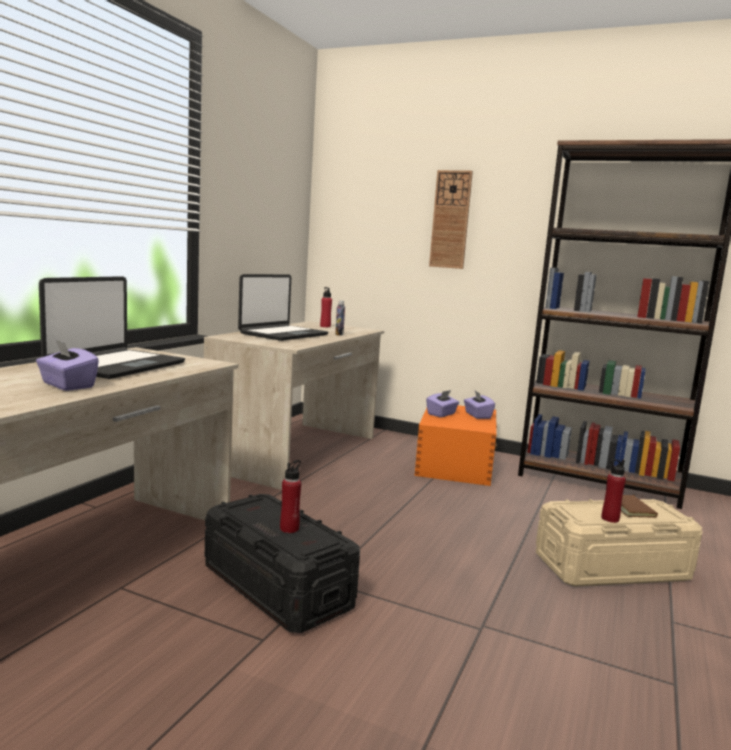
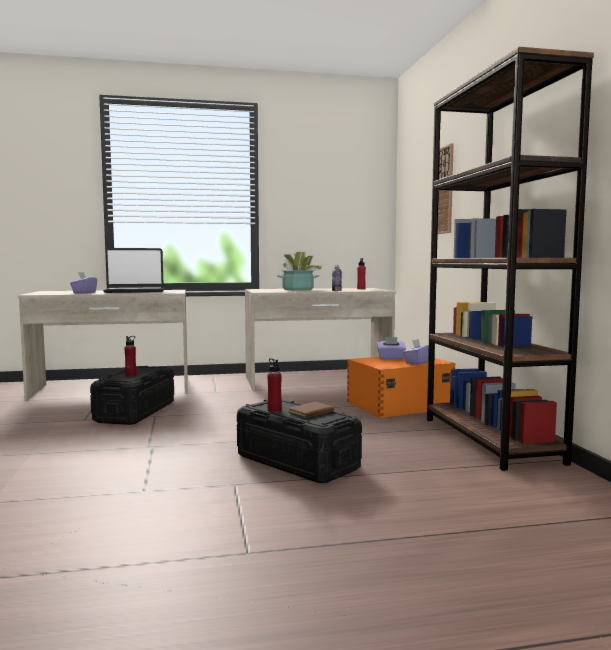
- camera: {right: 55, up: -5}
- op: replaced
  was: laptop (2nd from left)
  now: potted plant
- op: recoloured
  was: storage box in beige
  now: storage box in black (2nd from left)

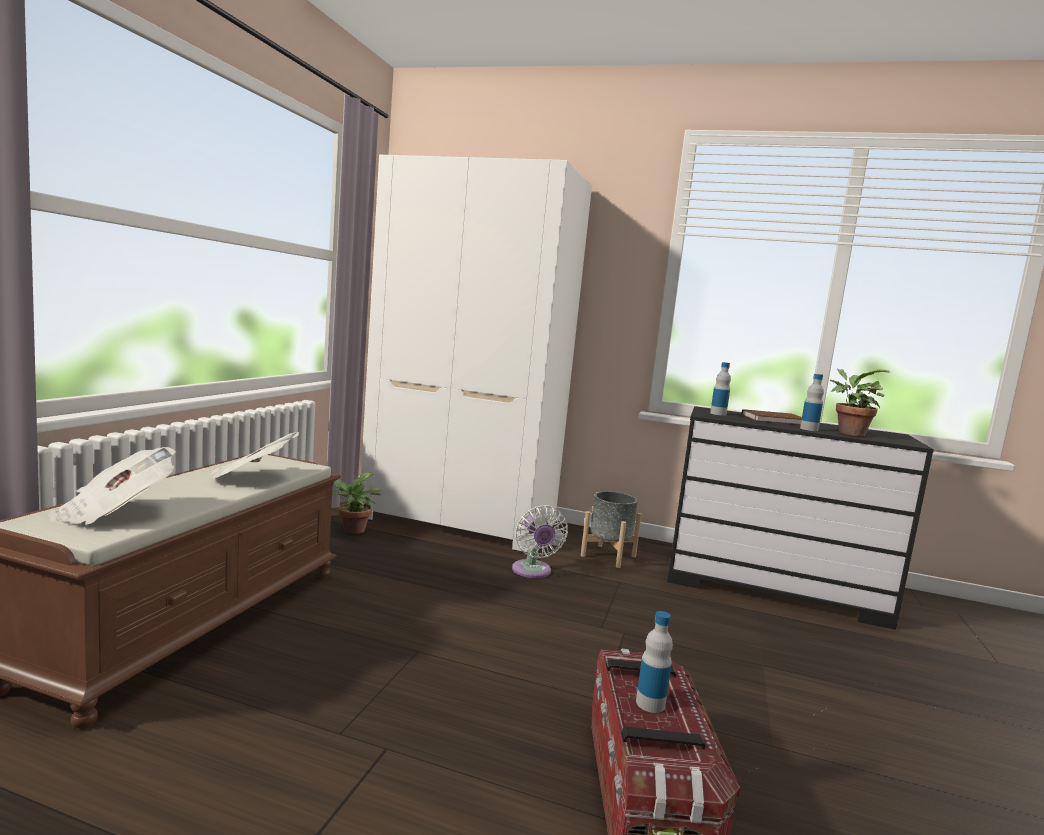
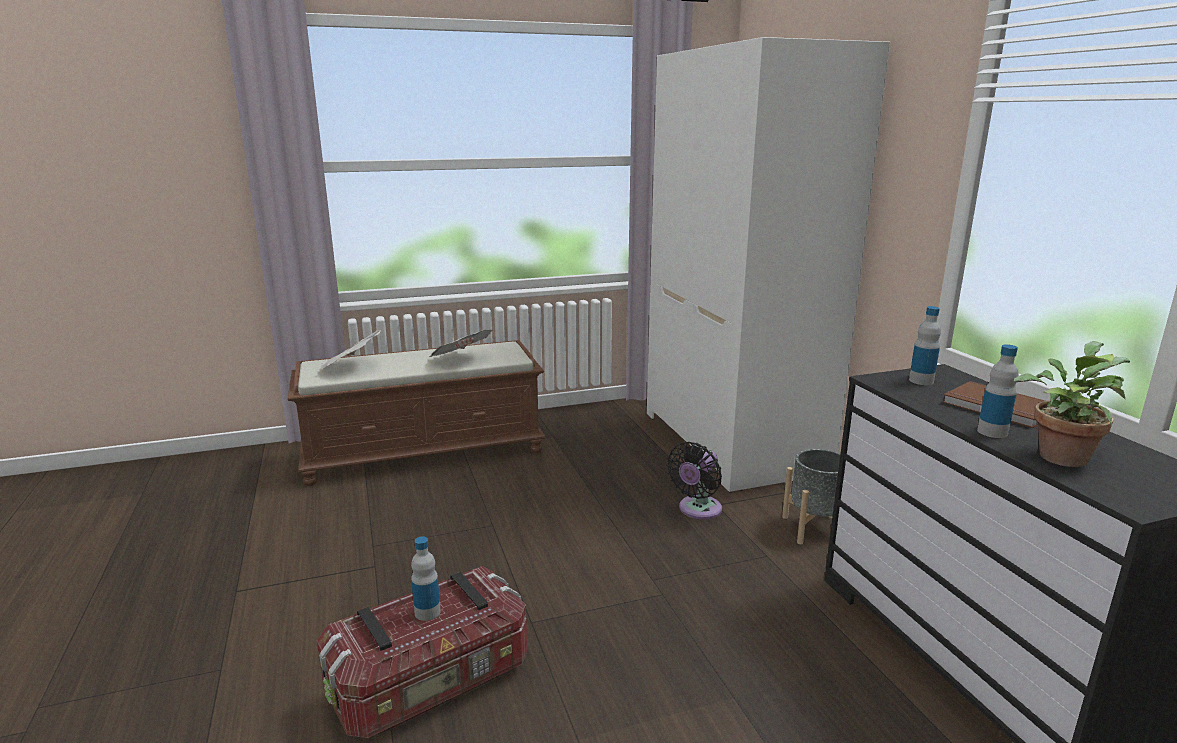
- camera: {right: 55, up: 10}
- op: removed
  was: potted plant (1st from left)
- op: recoloured
  was: fan in white
  now: fan in black

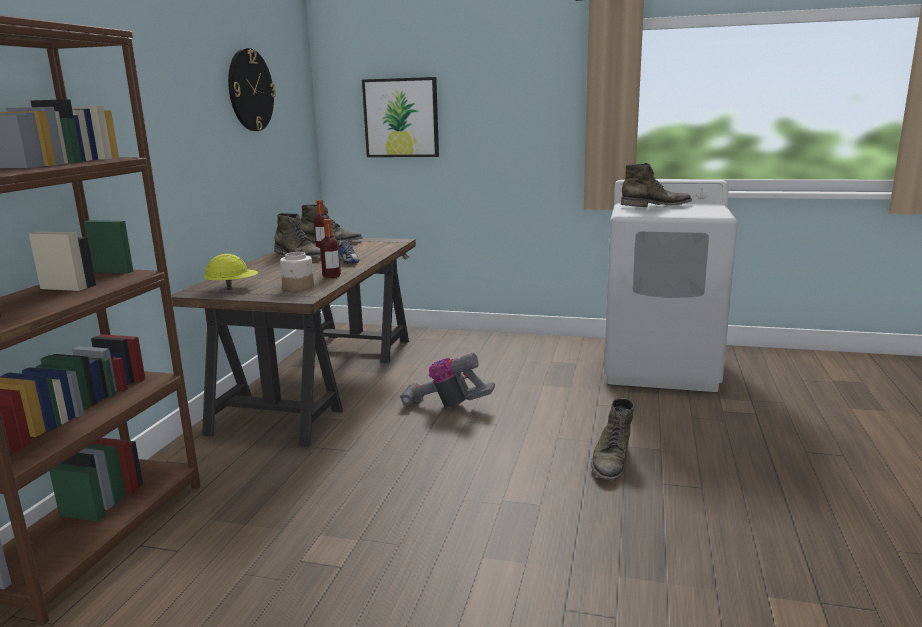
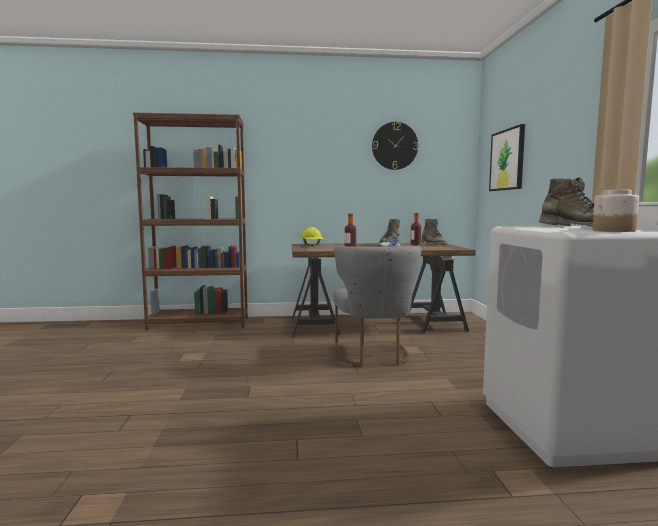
- camera: {right: 70, up: -10}
- op: removed
  was: boot in green (3rd from left)
- op: moved
  was: jar
- op: replaced
  was: vacuum cleaner
  now: chair in grey

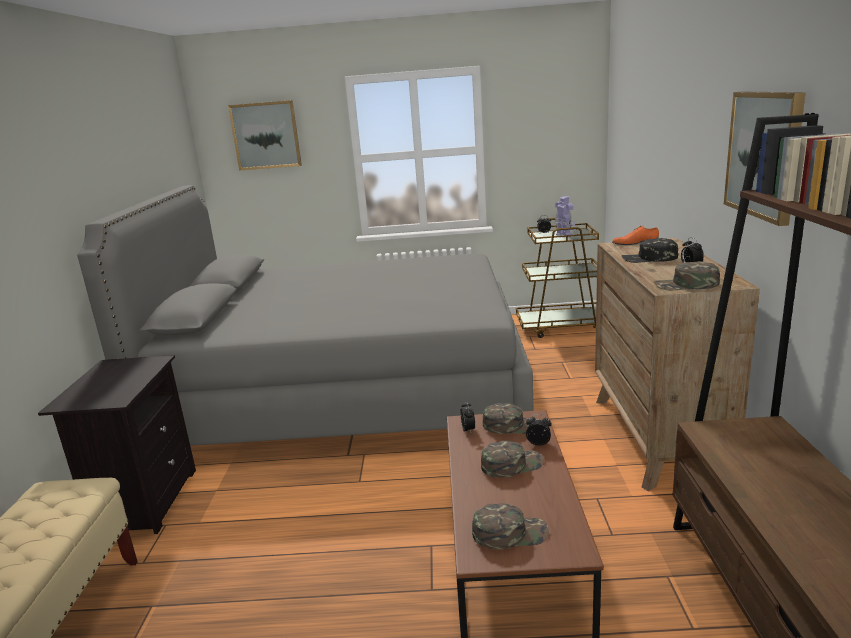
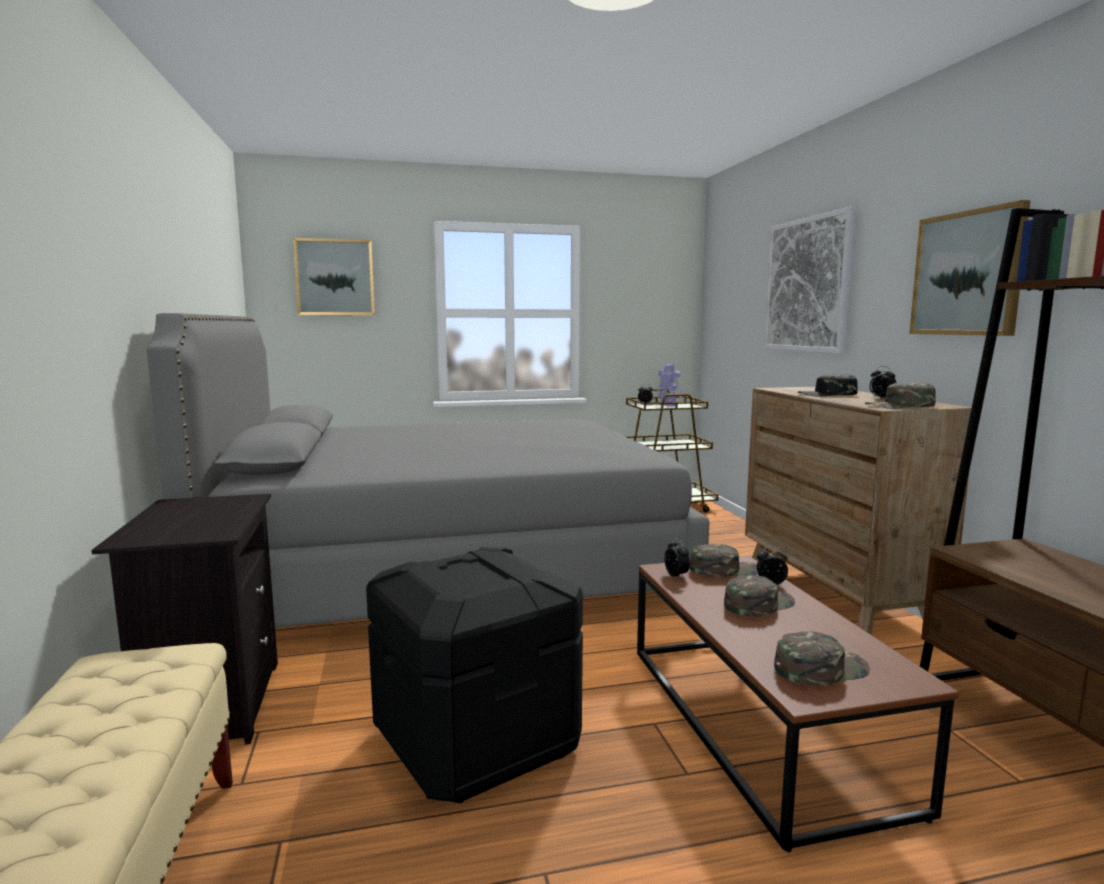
- camera: {right: -15, up: -10}
- op: removed
  was: shoe in orange
- op: added
  now: storage box in black
- op: added
  now: picture (2nd from left)

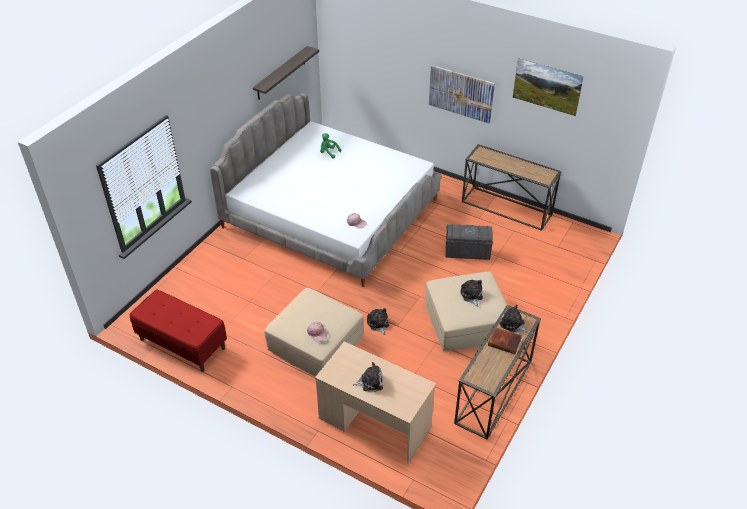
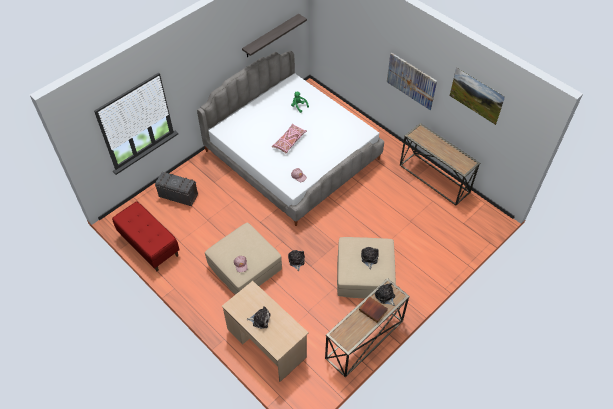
- camera: {right: 15, up: 10}
- op: added
  now: pillow in pink
- op: moved
  was: storage box in grey

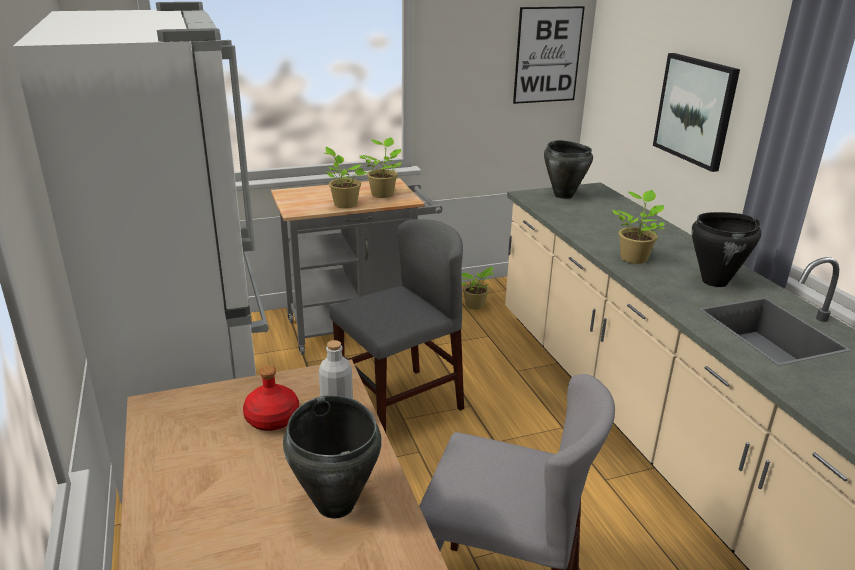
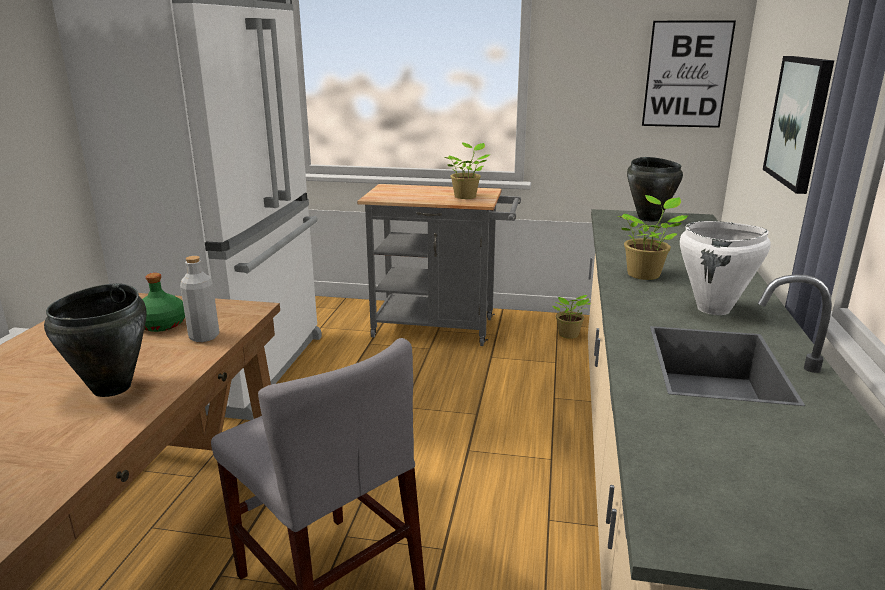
- camera: {right: 30, up: -5}
- op: removed
  was: potted plant (1st from left)
- op: removed
  was: chair in grey (1st from left)
- op: recoloured
  was: bottle in red
  now: bottle in green
- op: recoloured
  was: cooking pot in black (3rd from left)
  now: cooking pot in white

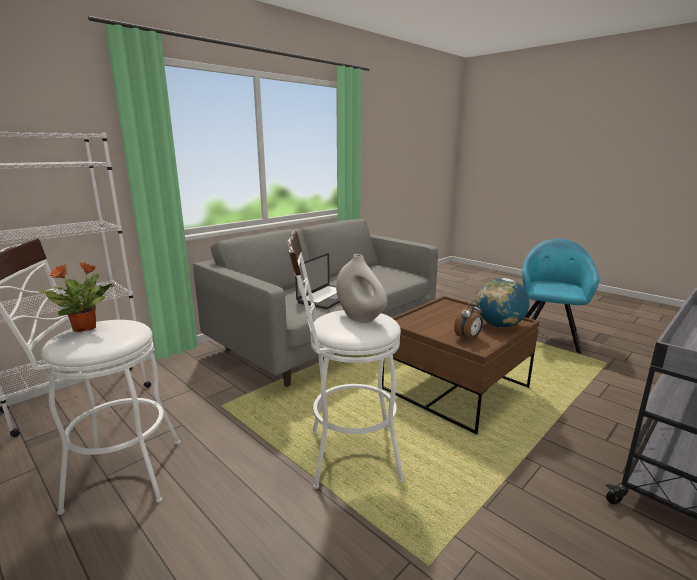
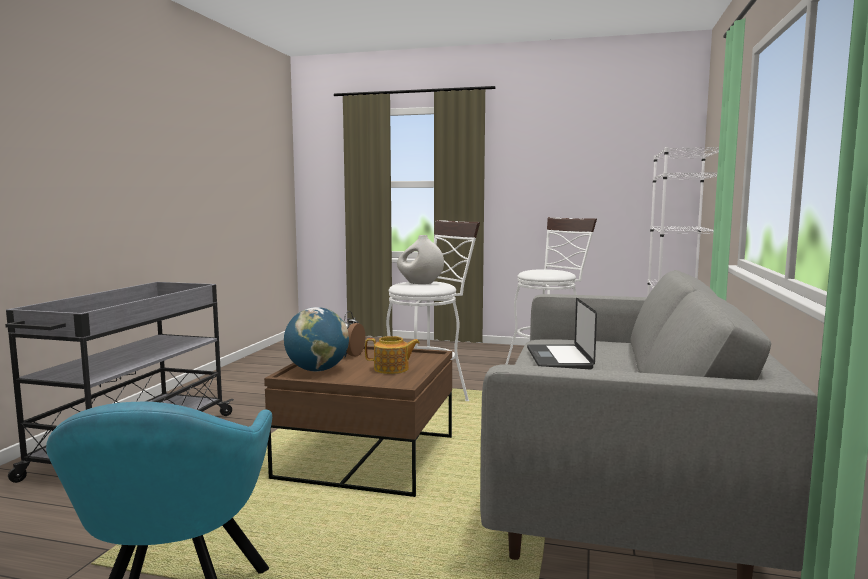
- camera: {right: 150, up: -10}
- op: removed
  was: potted plant
- op: added
  now: teapot

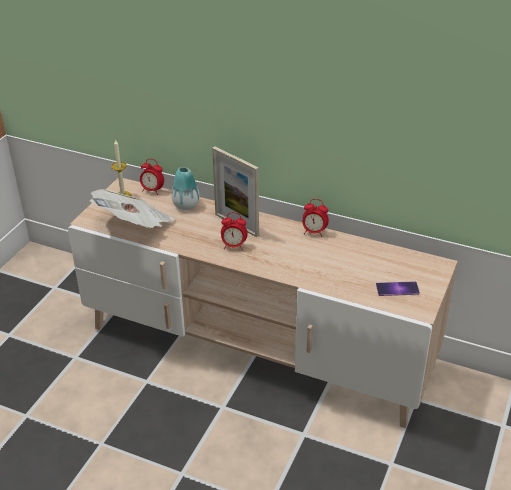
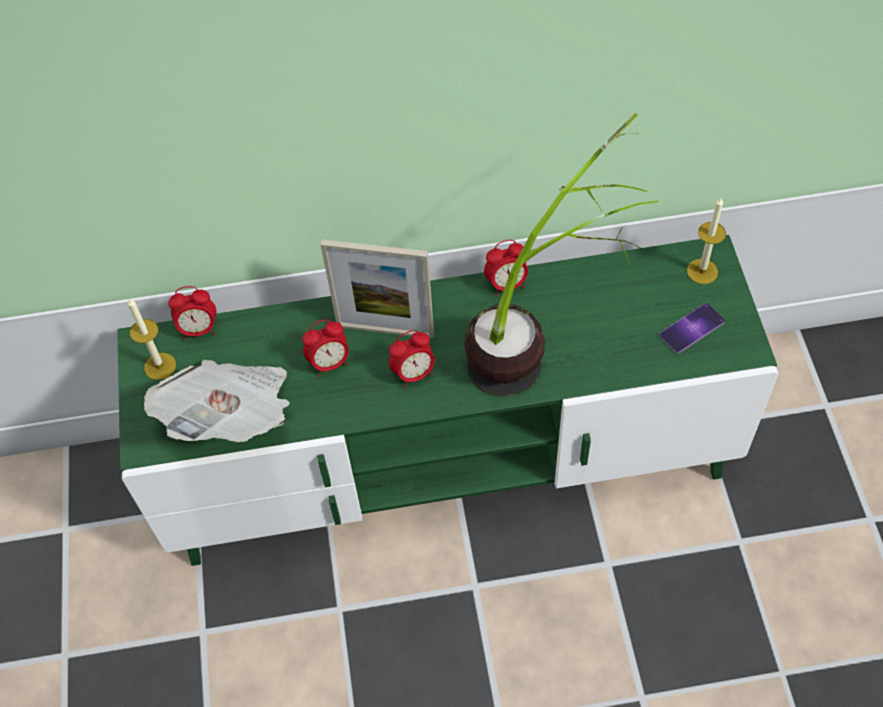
- camera: {right: -30, up: 20}
- op: removed
  was: vase
- op: added
  now: alarm clock (2nd from left)
- op: added
  now: potted plant
- op: added
  now: candle (2nd from left)
- op: recoloured
  was: tv stand in beige
  now: tv stand in green

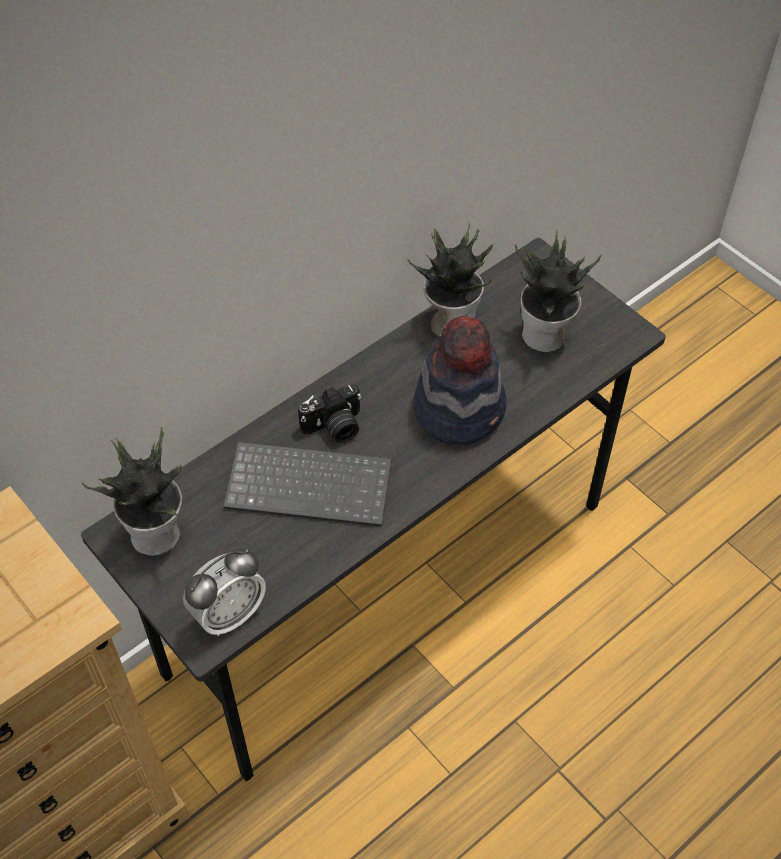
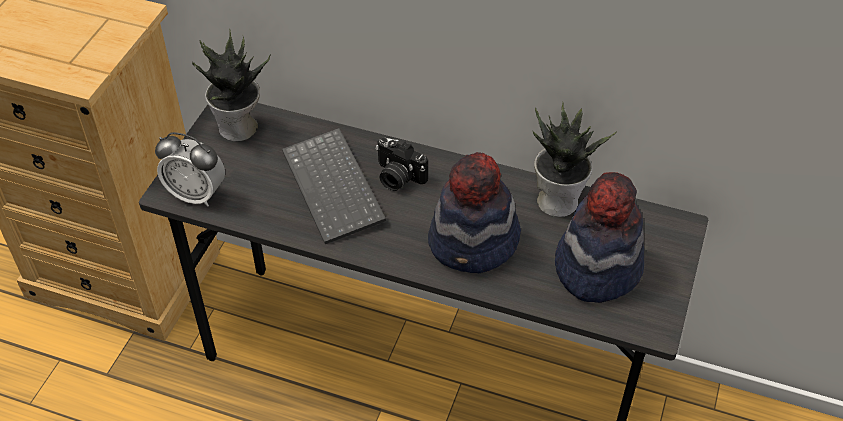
- camera: {right: 60, up: -5}
- op: replaced
  was: potted plant (3rd from left)
  now: hat (2nd from left)

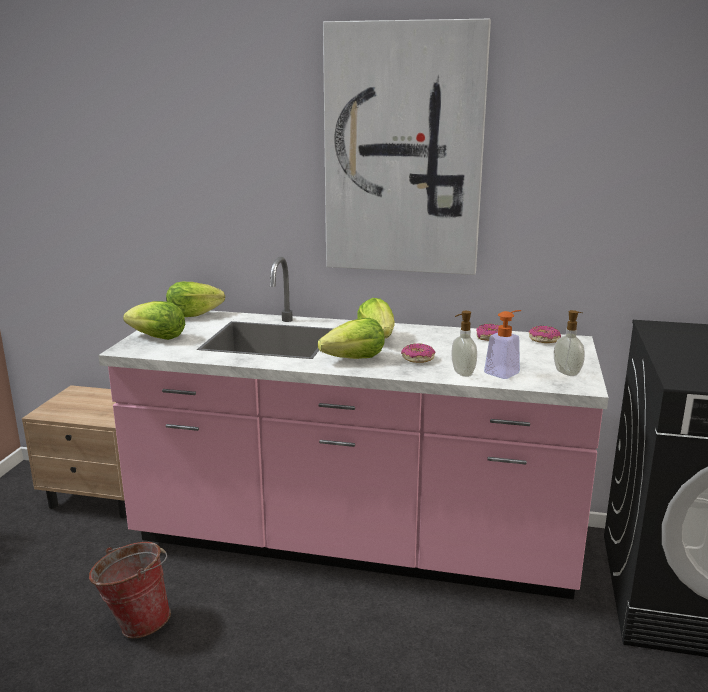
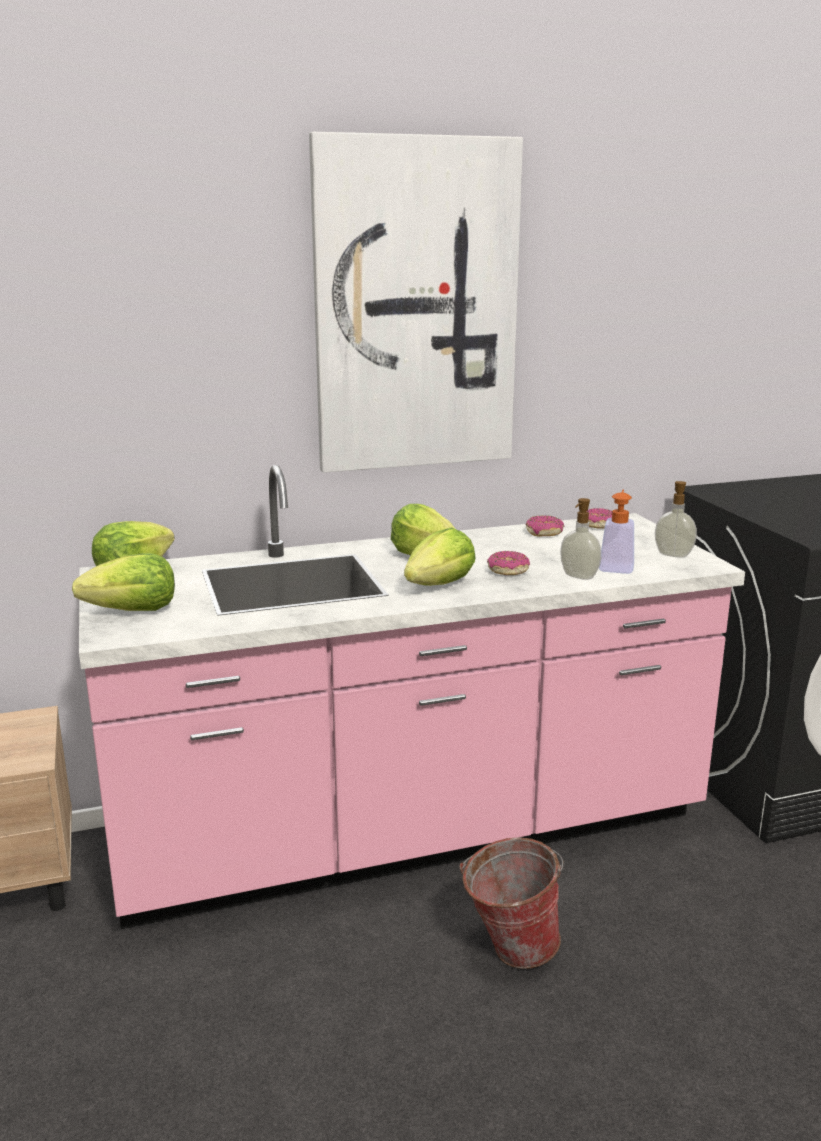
- camera: {right: -30, up: 0}
- op: moved
  was: bucket

